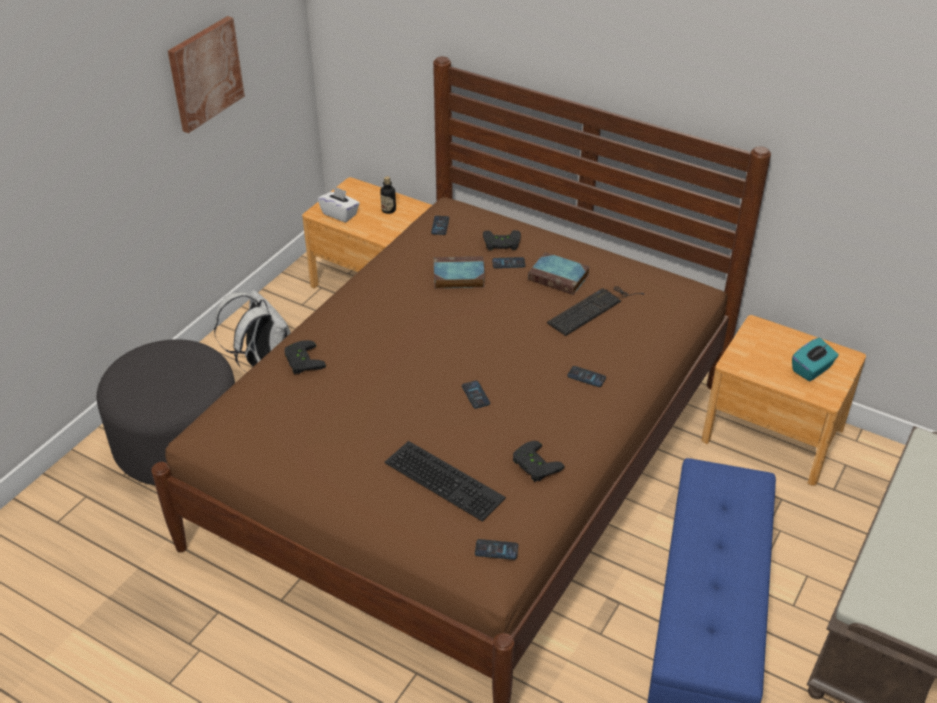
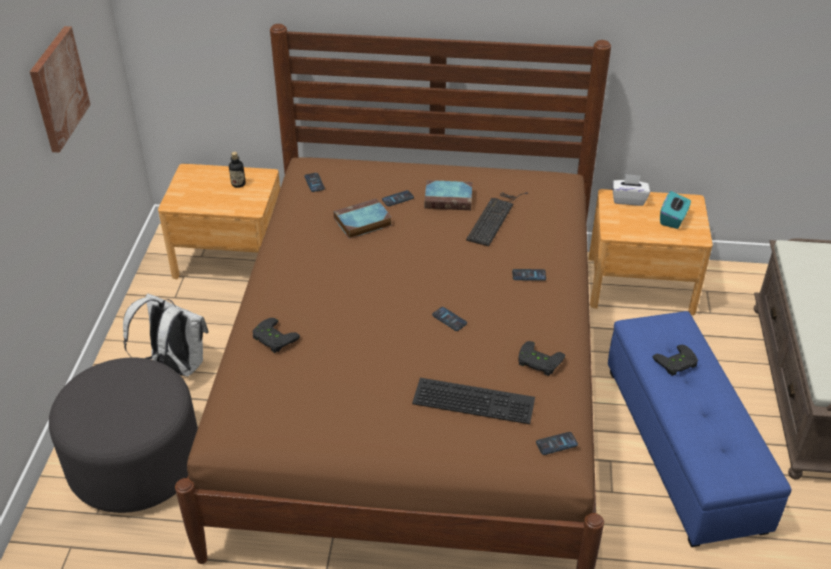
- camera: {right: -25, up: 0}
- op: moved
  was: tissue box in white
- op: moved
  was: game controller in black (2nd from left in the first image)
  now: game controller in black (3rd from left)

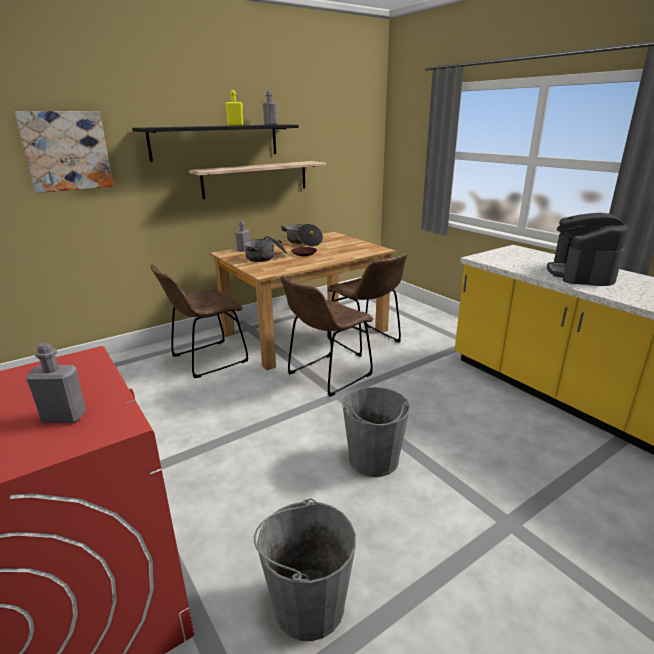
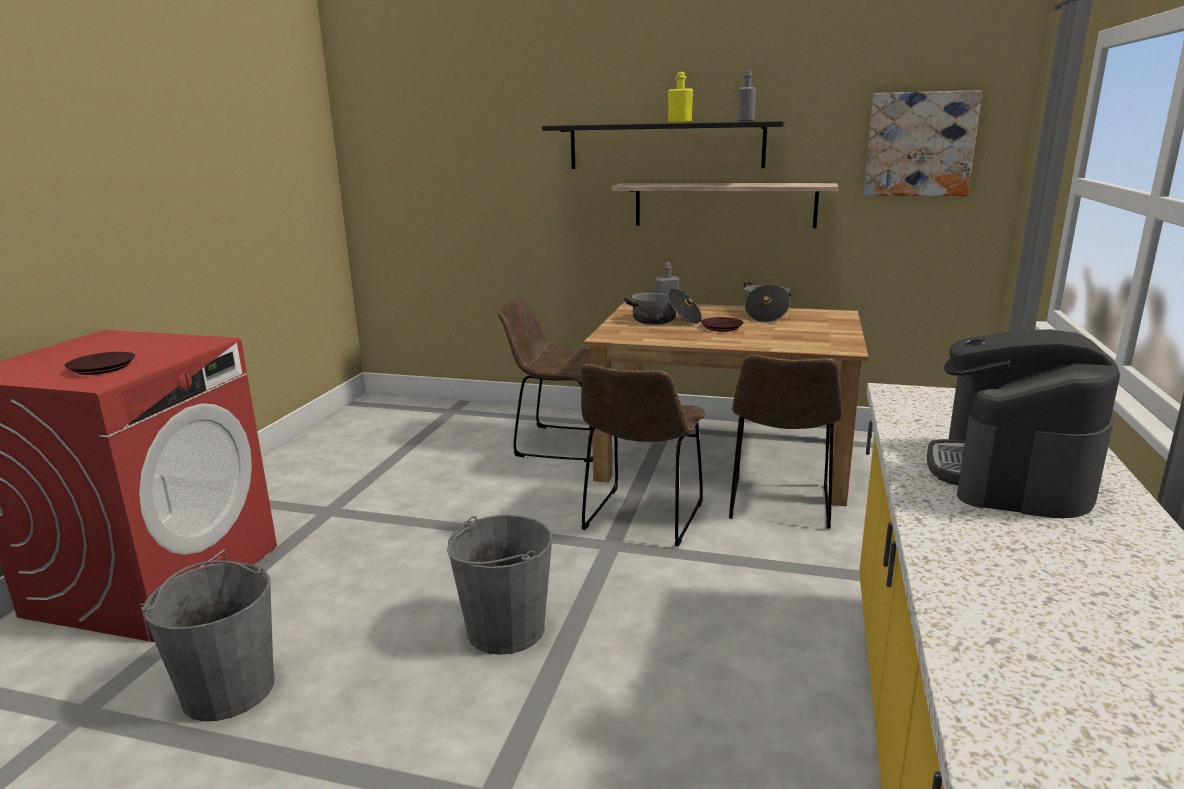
- camera: {right: 50, up: -5}
- op: moved
  was: picture
- op: replaced
  was: bottle in grey (1st from left)
  now: plate in brown (1st from left)
- op: turned
  was: chair in brown (2nd from left)
  clockwise: -75
- op: turned
  was: coffee machine
  clockwise: -45

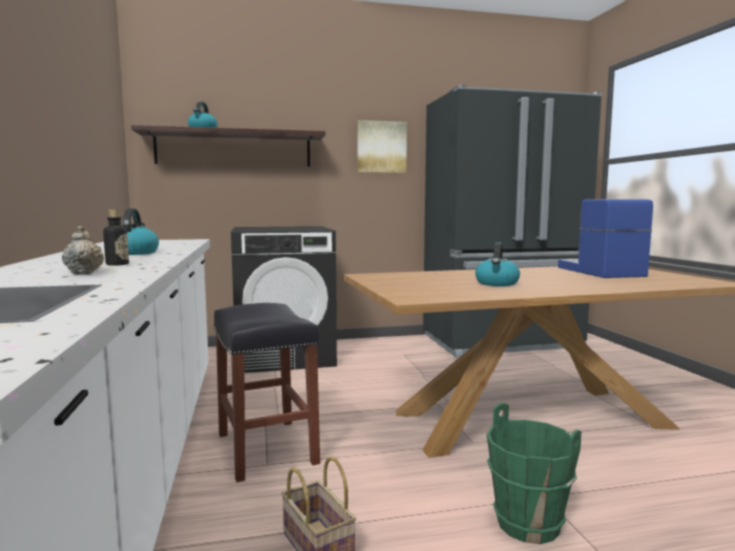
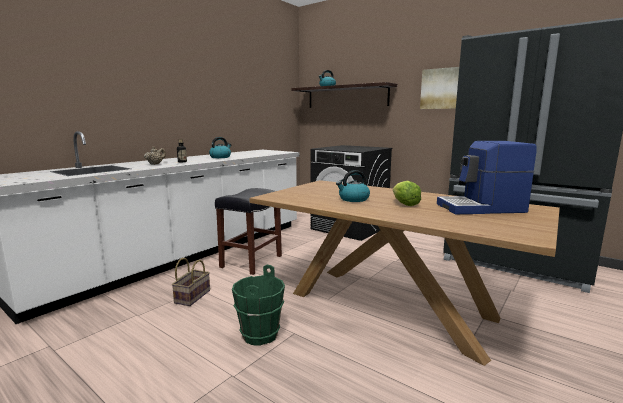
- camera: {right: 50, up: 5}
- op: added
  now: lettuce
- op: turned
  was: coffee machine
  clockwise: -135

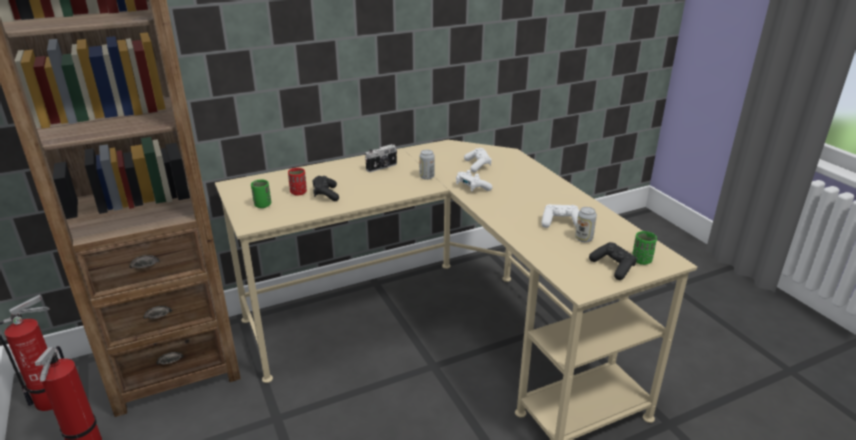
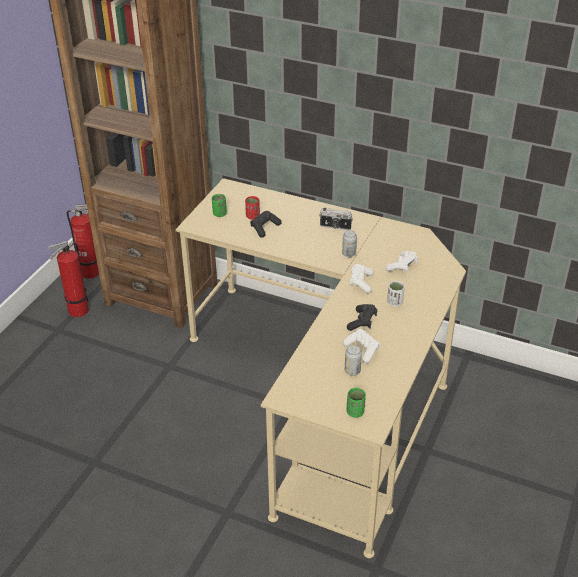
- camera: {right: 50, up: 10}
- op: added
  now: cup in white
- op: moved
  was: game controller in black (2nd from left)

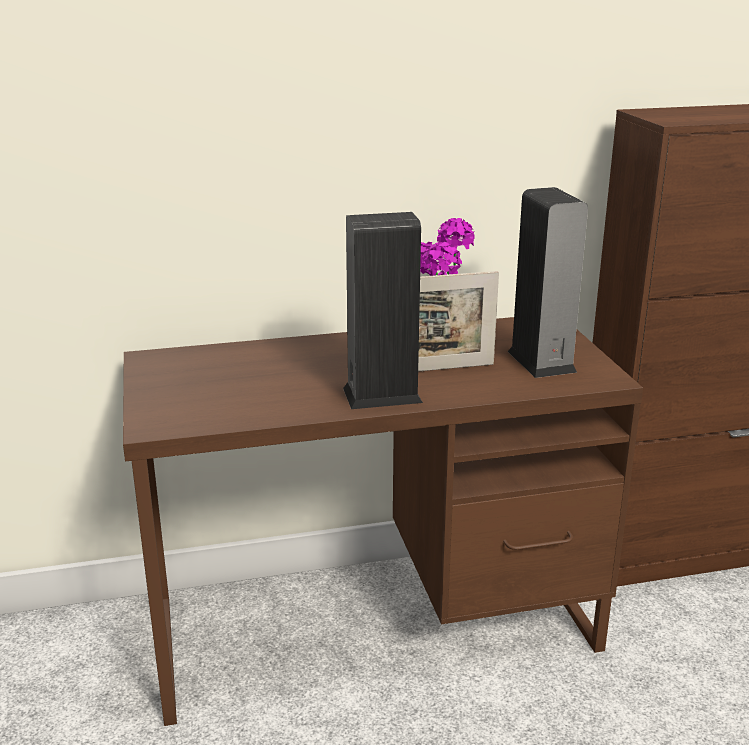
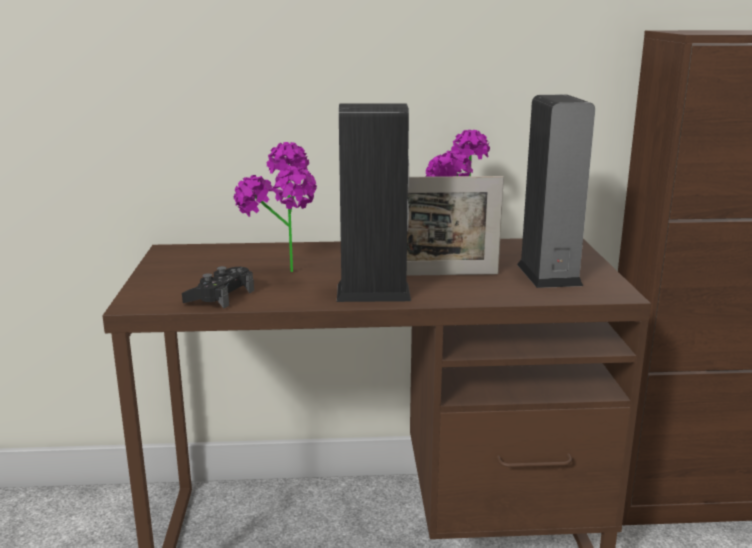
- camera: {right: 10, up: -5}
- op: added
  now: game controller in black
- op: added
  now: potted plant (1st from left)

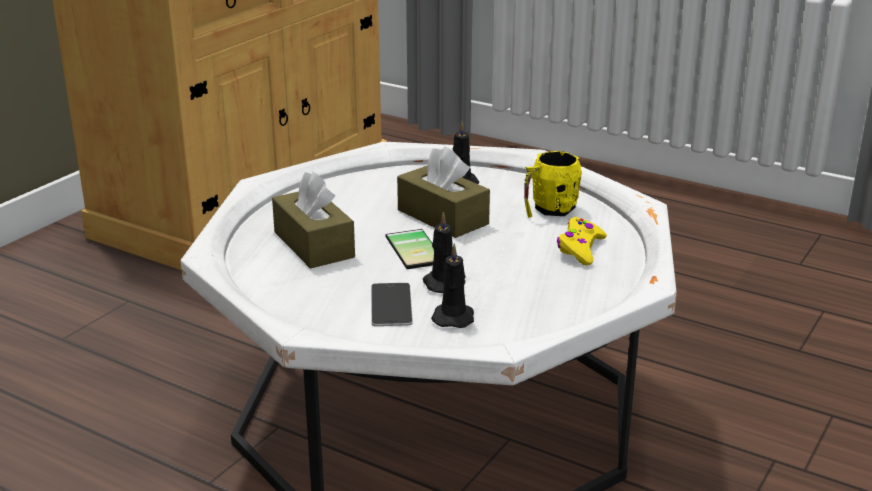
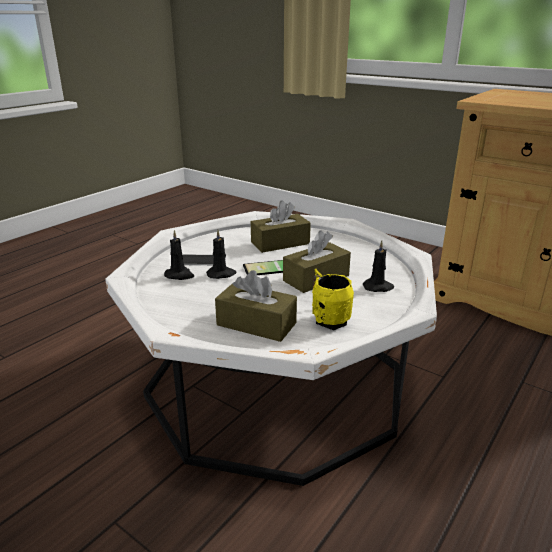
- camera: {right: 95, up: 0}
- op: replaced
  was: game controller in yellow
  now: tissue box in brown (1st from left)

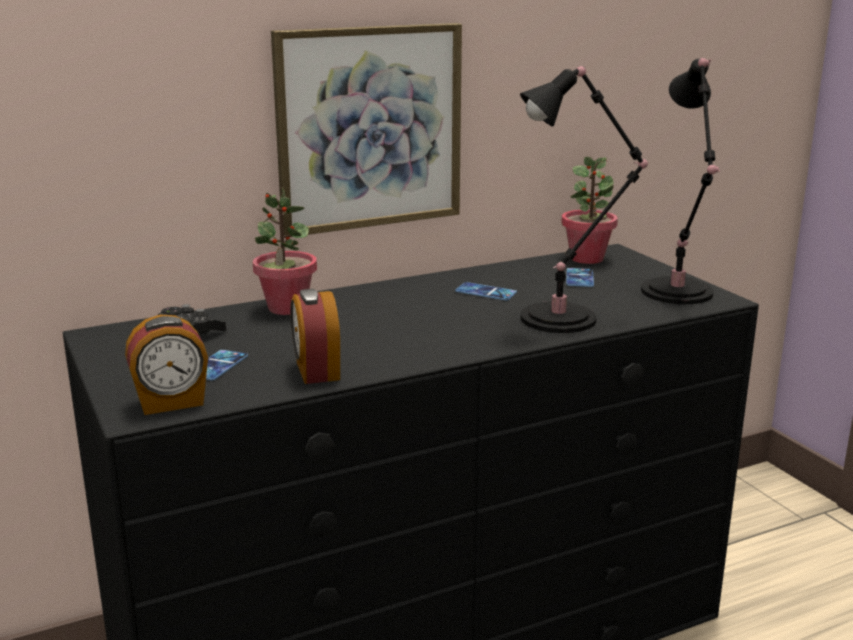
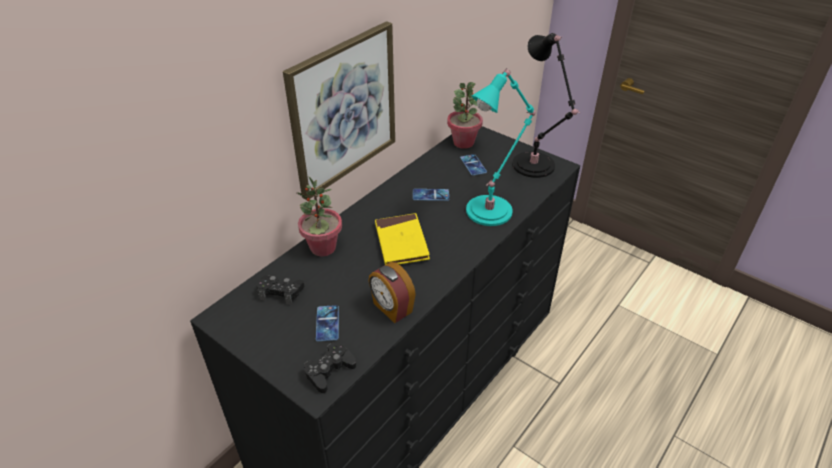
- camera: {right: -25, up: 20}
- op: added
  now: book in yellow
- op: replaced
  was: alarm clock (1st from left)
  now: game controller in black (2nd from left)
- op: recoloured
  was: table lamp in black (1st from left)
  now: table lamp in turquoise

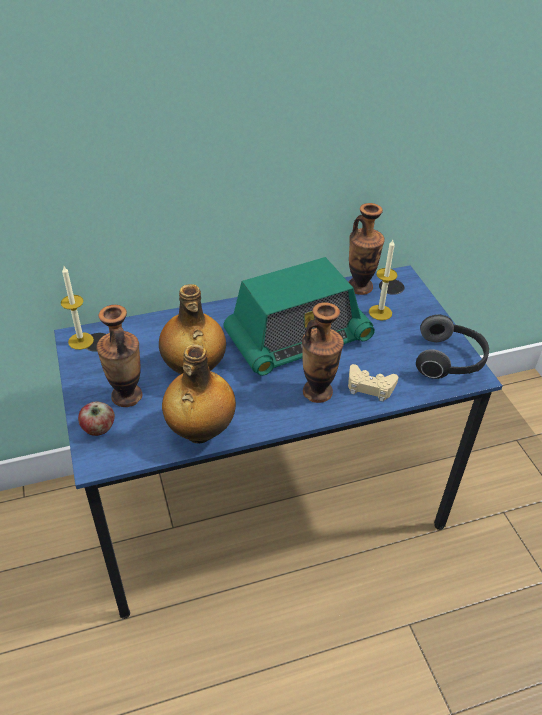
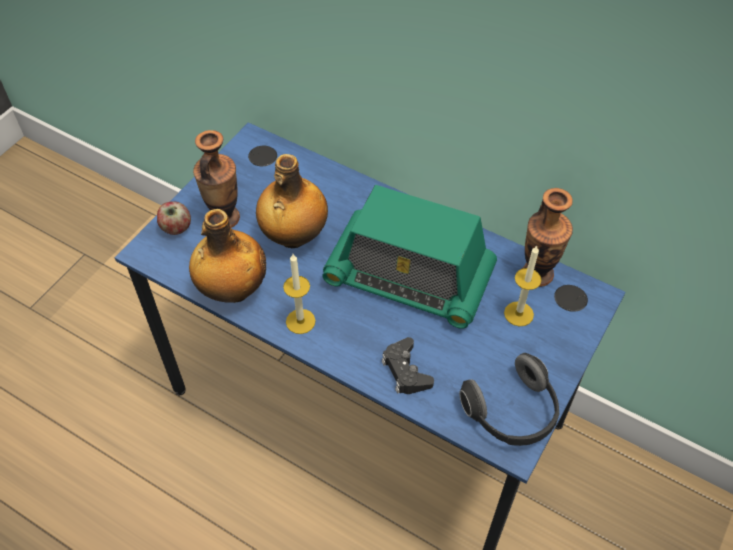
- camera: {right: 50, up: 10}
- op: removed
  was: vase (2nd from left)
- op: moved
  was: candle (1st from left)
- op: recoloured
  was: game controller in beige
  now: game controller in black

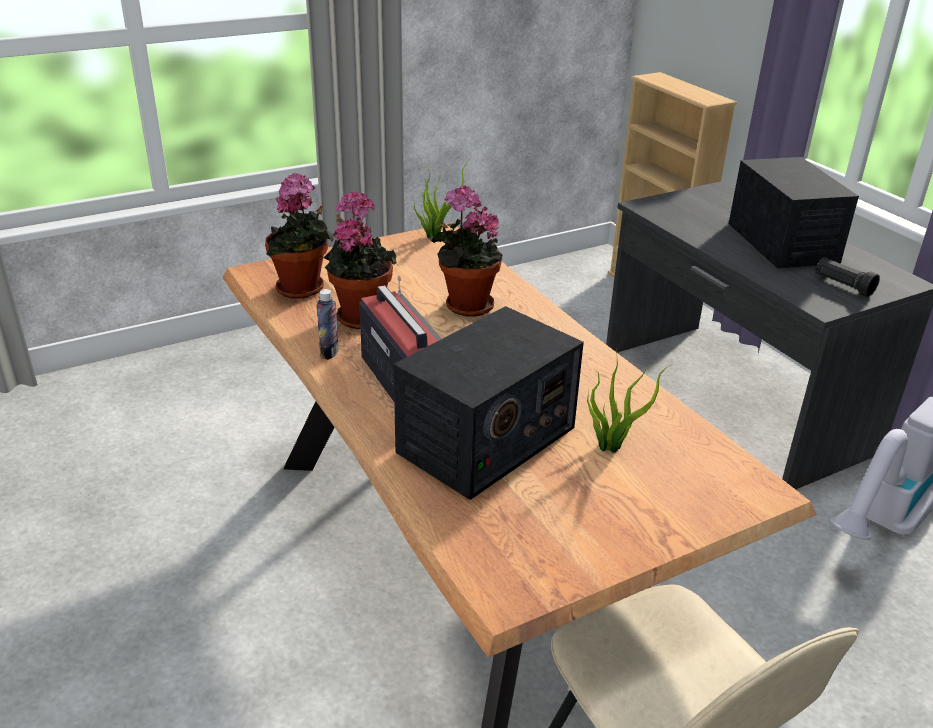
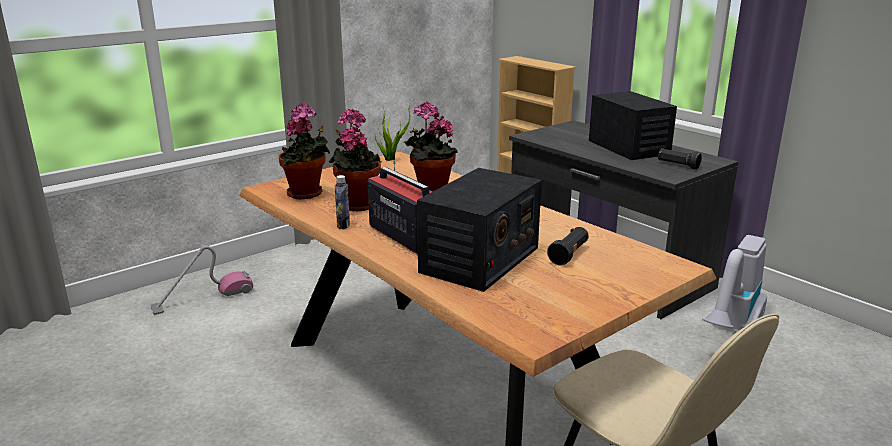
- camera: {right: -10, up: -10}
- op: added
  now: vacuum cleaner (1st from left)
- op: replaced
  was: potted plant (5th from left)
  now: flashlight in black (1st from left)

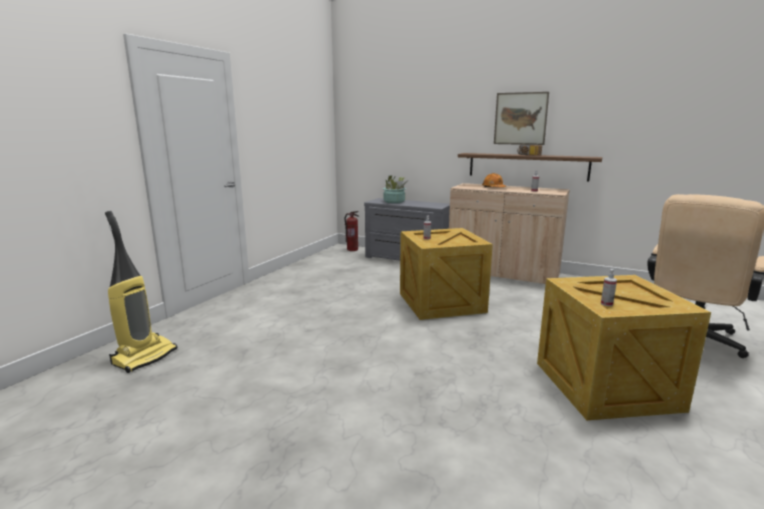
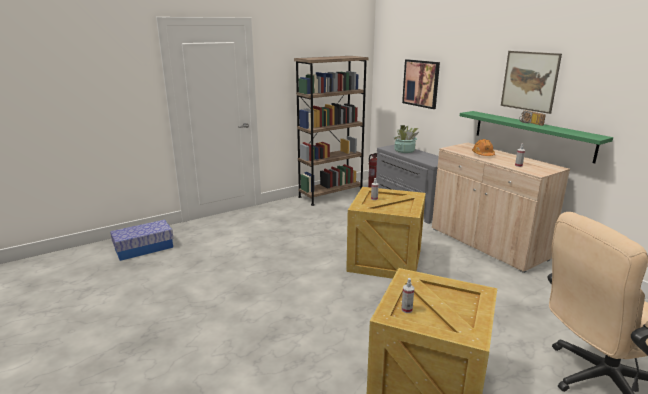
- camera: {right: 30, up: 5}
- op: added
  now: bookcase in brown
- op: added
  now: picture (1st from left)
- op: replaced
  was: vacuum cleaner
  now: storage box
- op: recoloured
  was: shelf in brown
  now: shelf in green

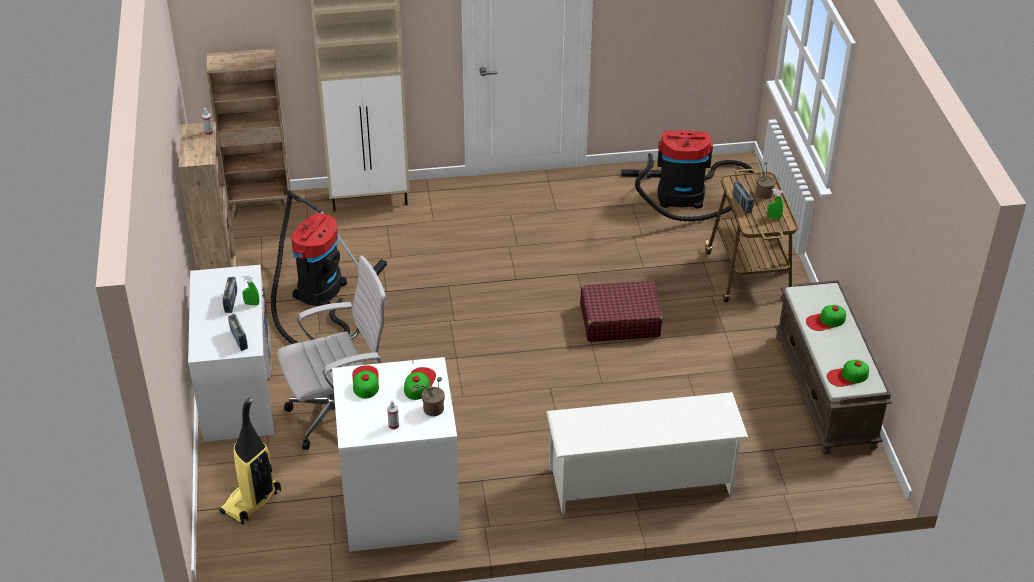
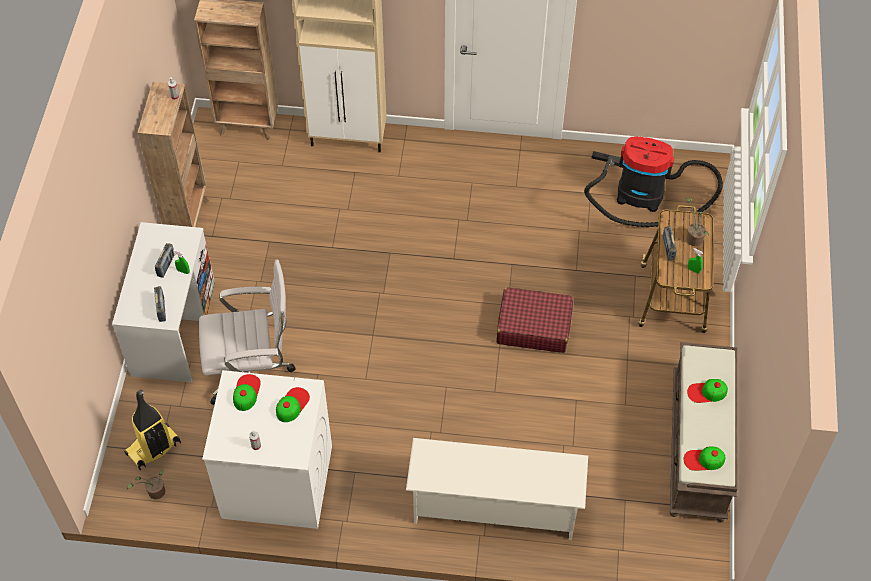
- camera: {right: 15, up: 15}
- op: removed
  was: vacuum cleaner (2nd from left)
- op: moved
  was: potted plant (1st from left)

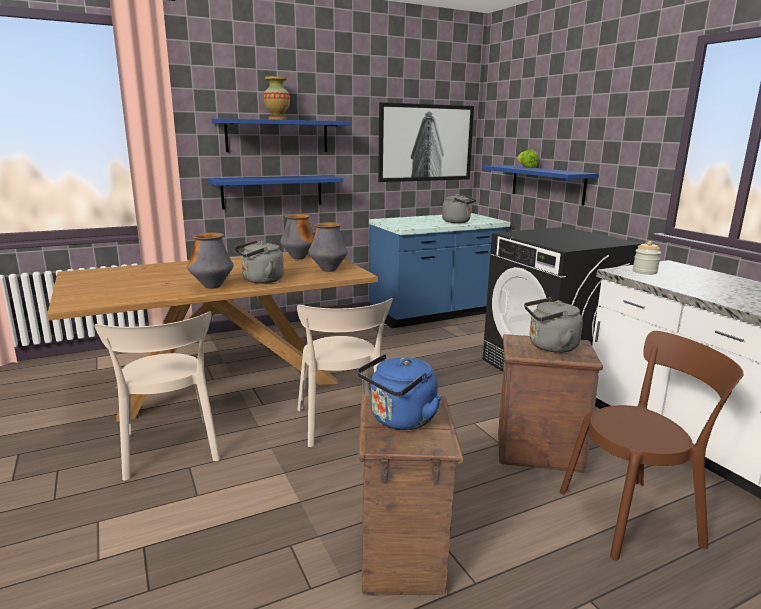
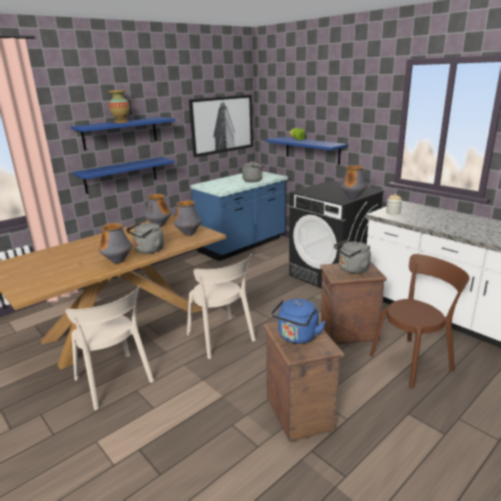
- camera: {right: -15, up: 5}
- op: added
  now: vase (5th from left)

